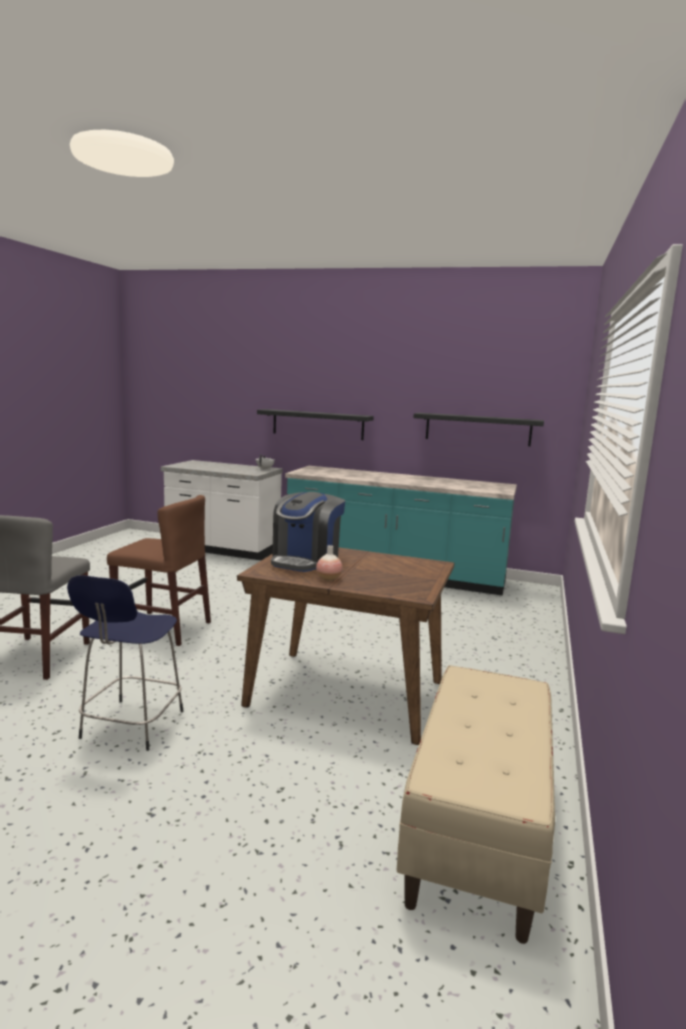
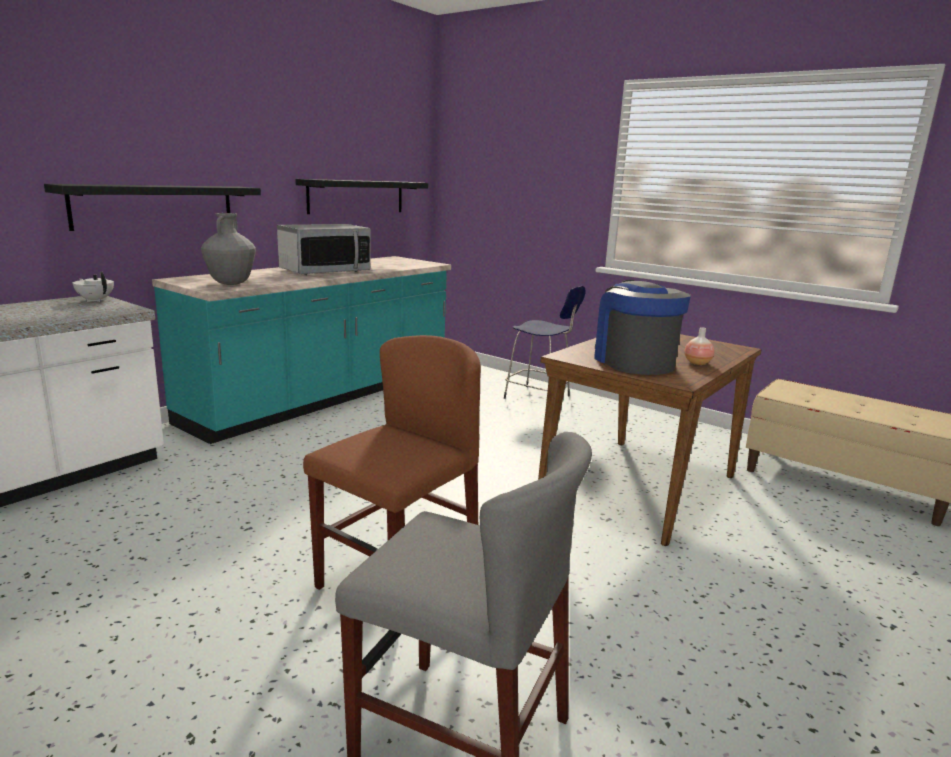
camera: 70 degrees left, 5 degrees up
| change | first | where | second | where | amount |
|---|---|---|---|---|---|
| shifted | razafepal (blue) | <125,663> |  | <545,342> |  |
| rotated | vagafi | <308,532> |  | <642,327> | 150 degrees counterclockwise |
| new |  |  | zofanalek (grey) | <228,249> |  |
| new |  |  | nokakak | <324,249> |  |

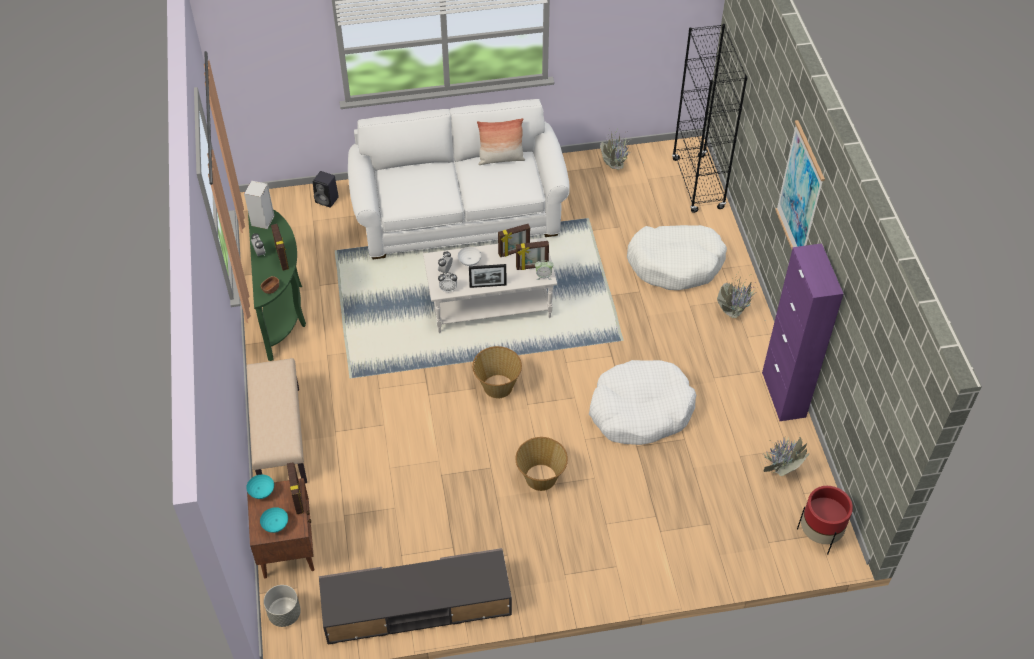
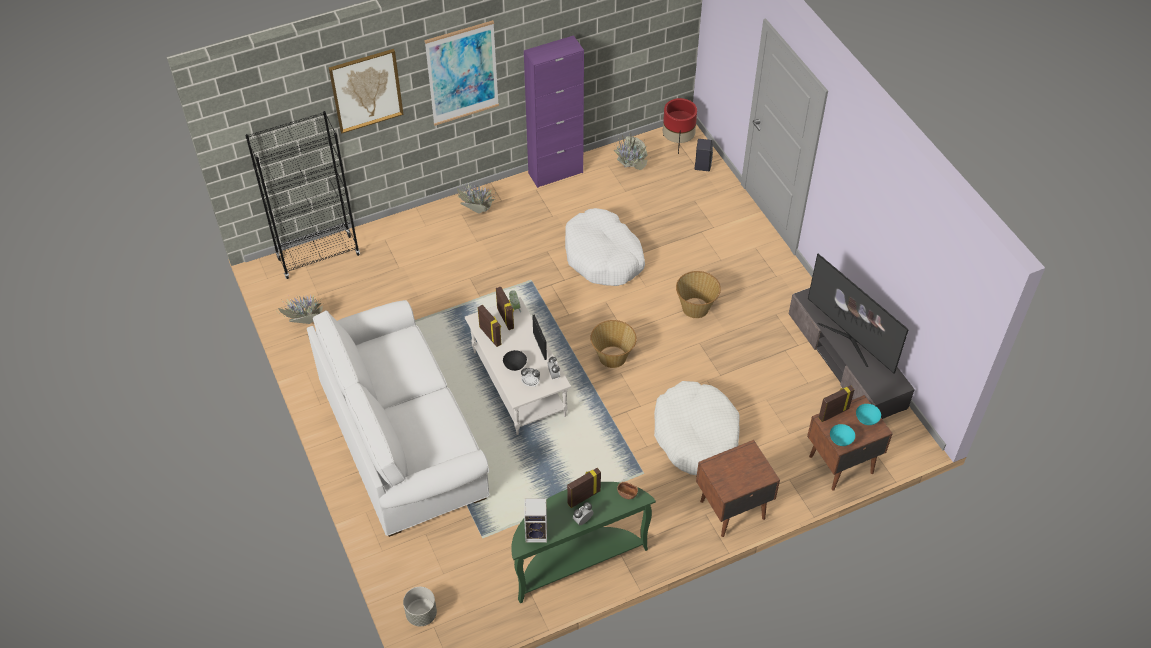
camera: 105 degrees left, 0 degrees up
| change | first | where | second | where | amount |
|---|---|---|---|---|---|
| swapped | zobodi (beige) | <276,420> | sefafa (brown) | <738,488> |  |
| shifted | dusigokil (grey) | <282,606> |  | <420,606> |  |
| shifted | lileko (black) | <326,189> |  | <704,155> |  |
| repainted | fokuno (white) | <470,257> | fokuno (black) | <515,360> |  |
| gone | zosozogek | <501,141> |  |  |  |
| shifted | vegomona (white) | <677,257> |  | <697,428> |  |
| new |  |  | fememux | <366,91> |  |
| new |  |  | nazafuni | <858,314> |  |

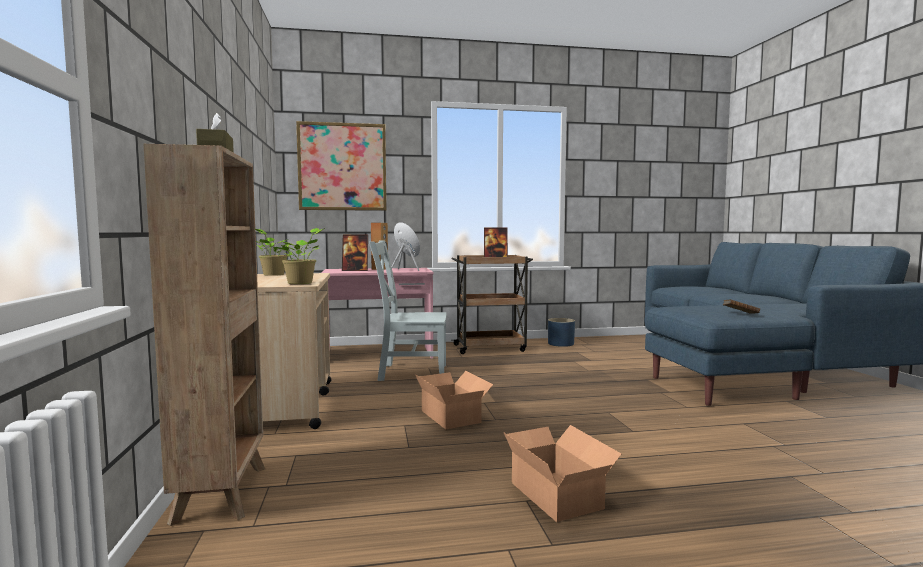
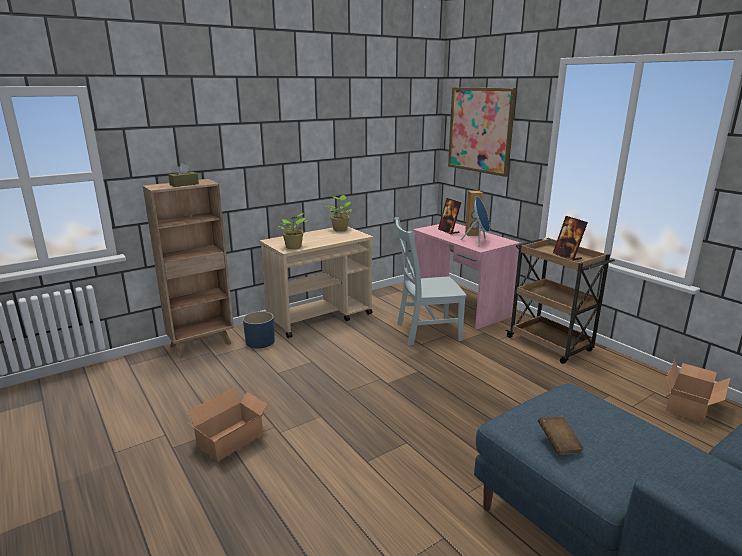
camera: 65 degrees right, 15 degrees up
| change | first | where | second | where | amount |
|---|---|---|---|---|---|
| rotated | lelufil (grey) | <407,310> |  | <430,281> | 75 degrees counterclockwise |
| shifted | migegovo | <454,400> |  | <697,391> |  |
| shifted | dusigokil (blue) | <561,332> |  | <259,329> |  |

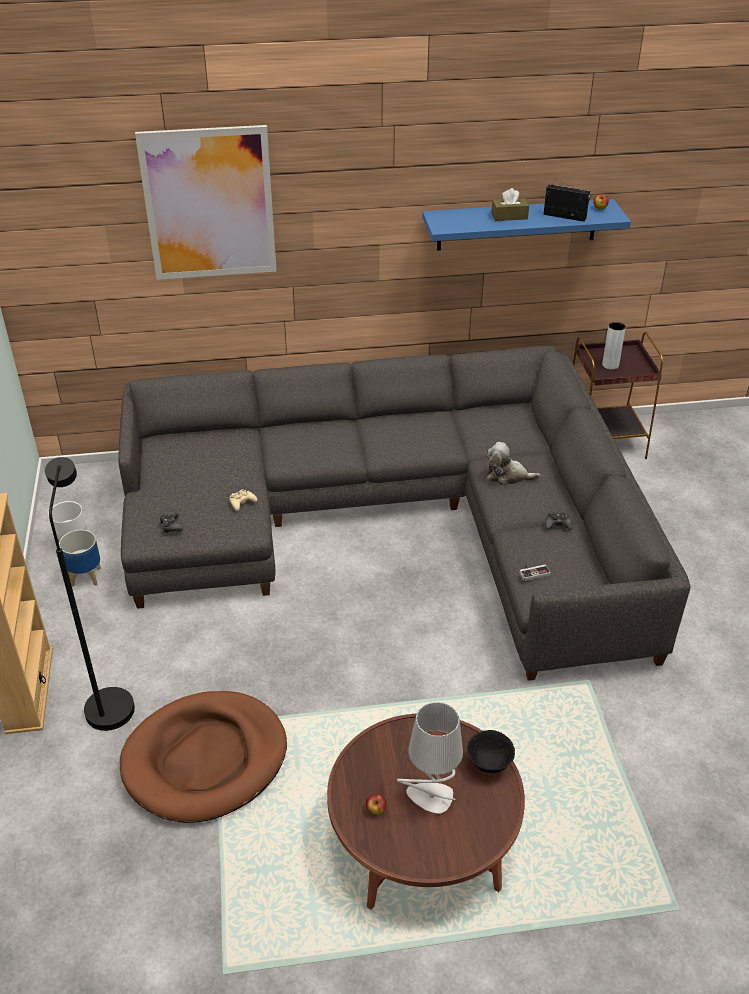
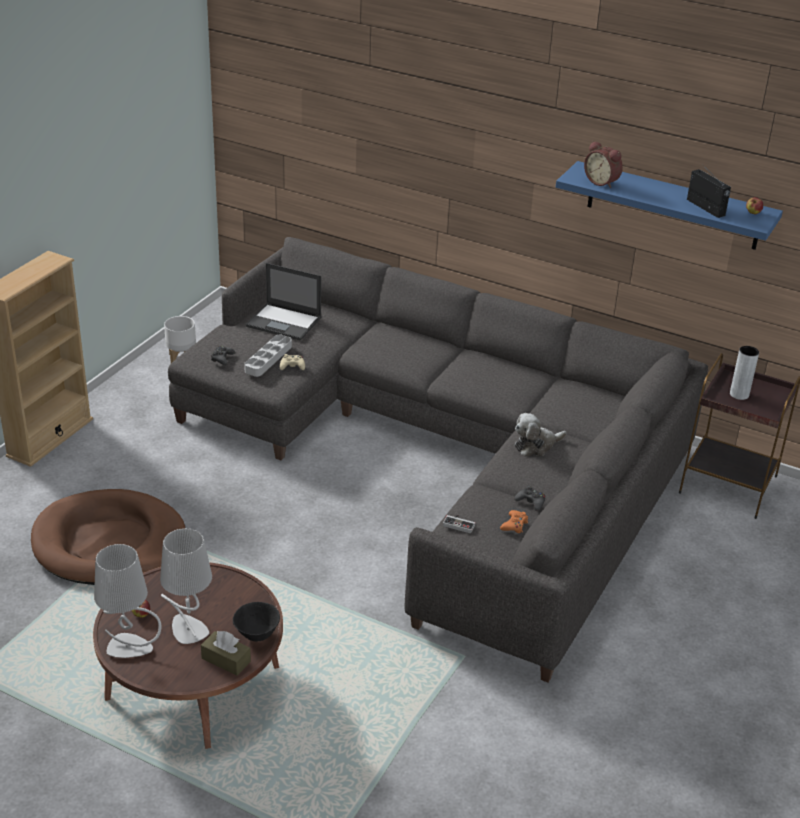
camera: 35 degrees right, 5 degrees down
| change | first | where | second | where | amount |
|---|---|---|---|---|---|
| gone | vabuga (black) | <90,594> |  |  |  |
| gone | dusigokil | <80,558> |  |  |  |
| gone | fememux | <206,202> |  |  |  |
| rotated | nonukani | <513,463> |  | <540,435> | 75 degrees counterclockwise |
| shifted | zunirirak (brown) | <510,204> |  | <226,653> |  |
| new |  |  | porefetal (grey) | <127,601> |  |
| new |  |  | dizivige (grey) | <268,355> |  |
| new |  |  | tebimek | <283,301> |  |
| new |  |  | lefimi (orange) | <514,521> |  |
| new |  |  | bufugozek | <603,164> |  |

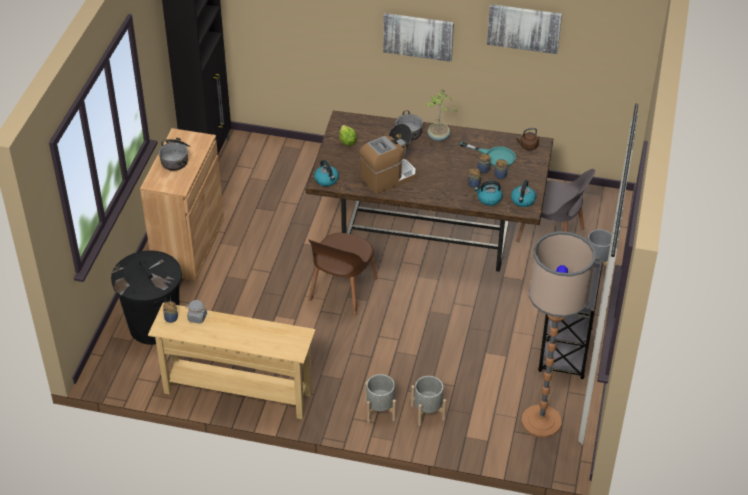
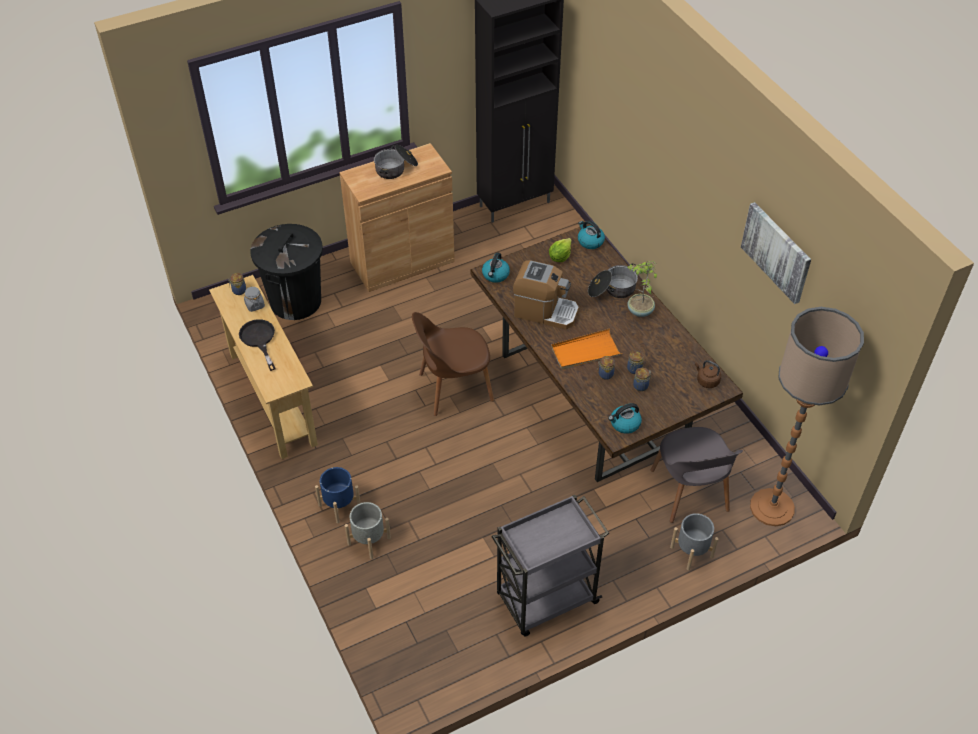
camera: 50 degrees right, 5 degrees up
| change | first | where | second | where | amount |
|---|---|---|---|---|---|
| repainted | dusigokil (grey) | <380,398> | dusigokil (blue) | <338,495> |  |
| gone | fememux | <418,37> |  |  |  |
| gone | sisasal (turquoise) | <488,154> |  |  |  |
| shifted | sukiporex | <488,193> |  | <591,234> |  |
| shifted | vabuga | <559,334> |  | <807,416> |  |
| new |  |  | sisasal (black) | <257,345> |  |
| new |  |  | dizivige (orange) | <586,349> |  |

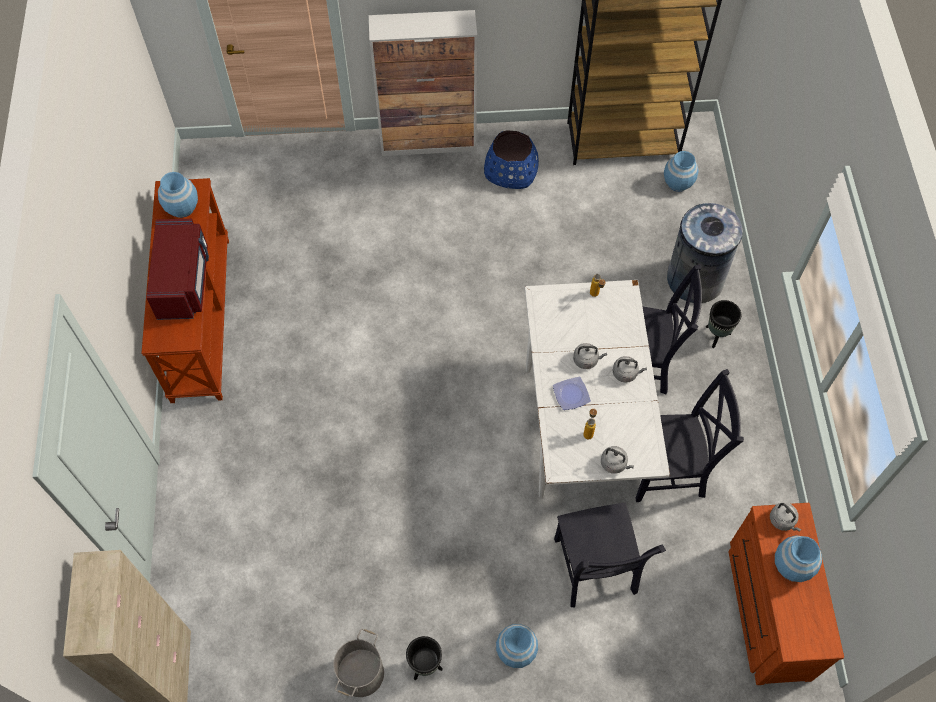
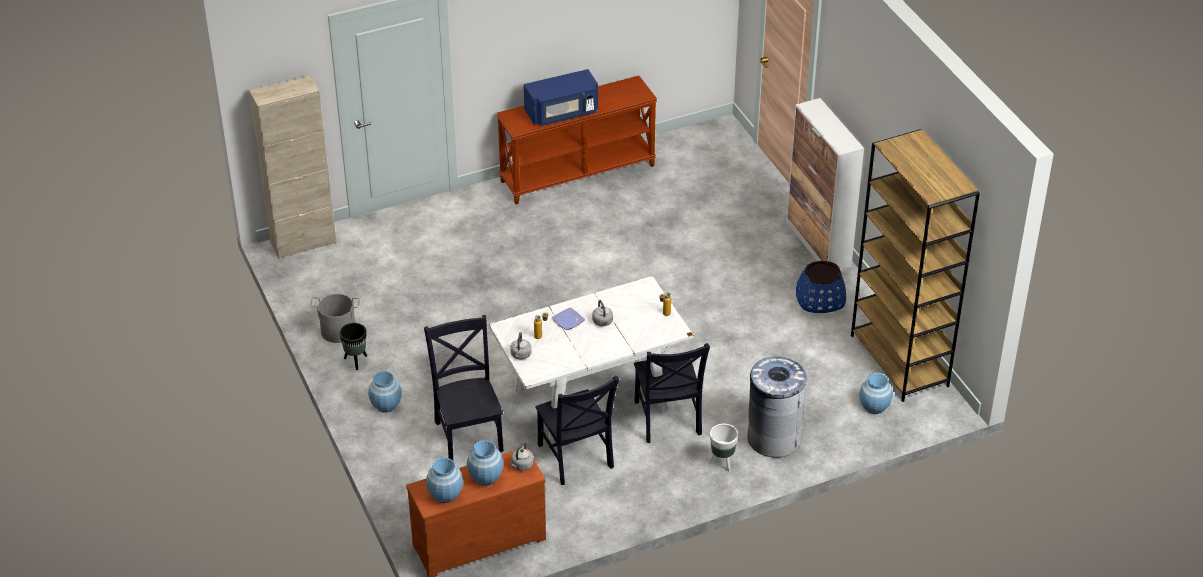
camera: 70 degrees right, 20 degrees down
| change | first | where | second | where | amount |
|---|---|---|---|---|---|
| repainted | nokakak (red) | <177,269> | nokakak (blue) | <561,97> |  |
| shifted | zofanalek (blue) | <178,195> |  | <444,480> |  |
| rotated | lelufil (black) | <610,554> |  | <464,387> | 105 degrees clockwise |
| gone | sukiporex (grey) | <629,369> |  |  |  |
| repainted | dusigokil (black) | <723,324> | dusigokil (white) | <723,448> |  |

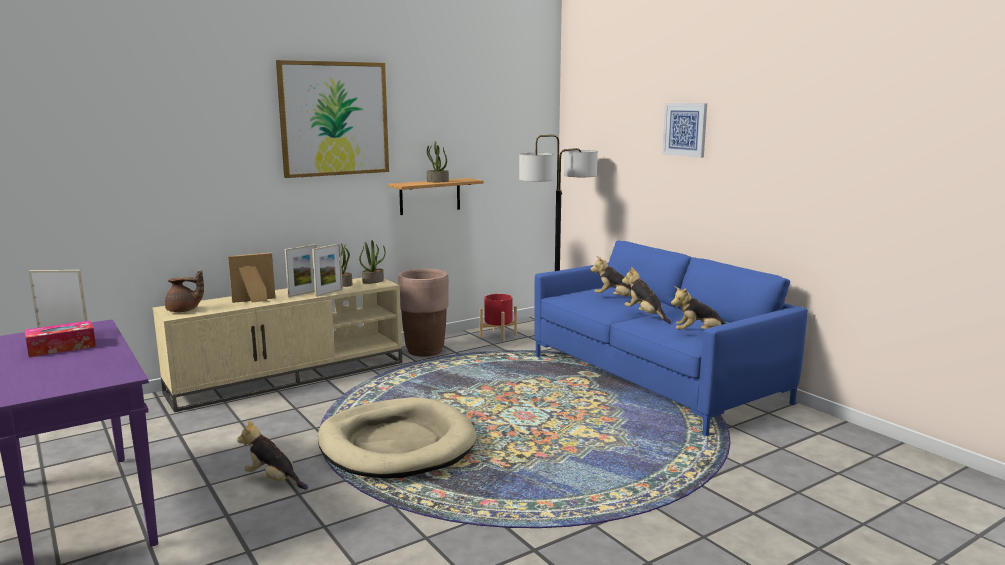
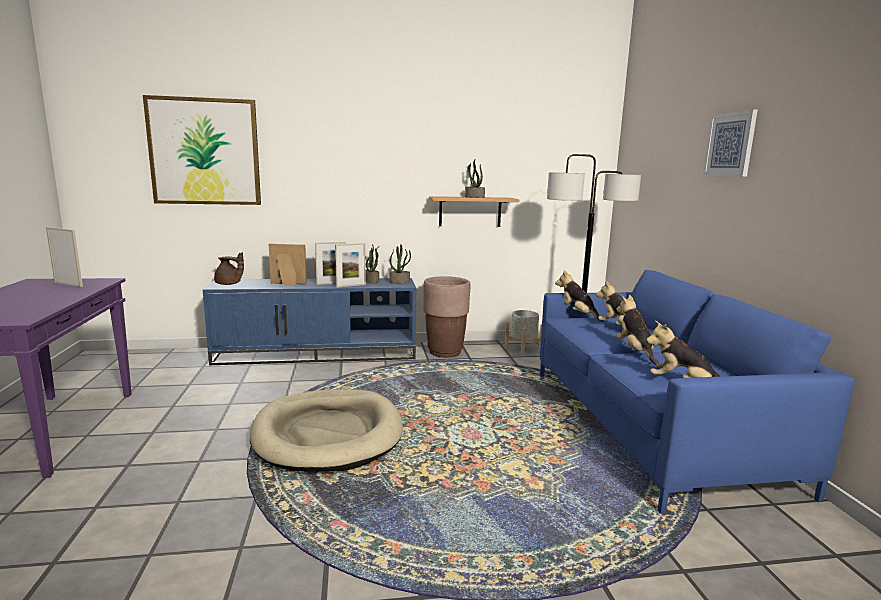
camera: 25 degrees right, 0 degrees up
| change | first | where | second | where | amount |
|---|---|---|---|---|---|
| gone | zunirirak | <60,339> |  |  |  |
| repainted | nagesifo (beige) | <277,345> | nagesifo (blue) | <309,321> |  |
| shifted | nonukani | <272,455> |  | <579,296> |  |
| shifted | fememux | <332,119> |  | <202,150> |  |
| repainted | dusigokil (red) | <498,318> | dusigokil (grey) | <523,333> |  |

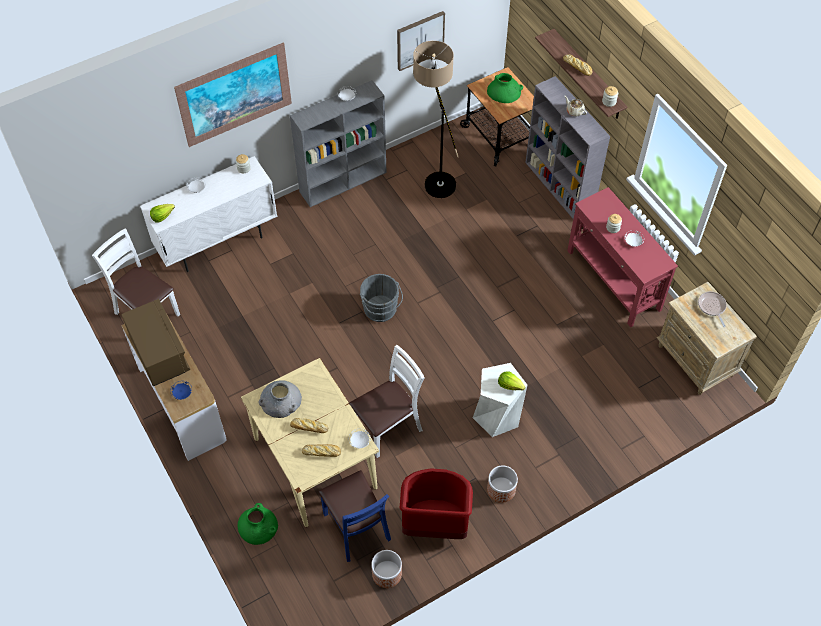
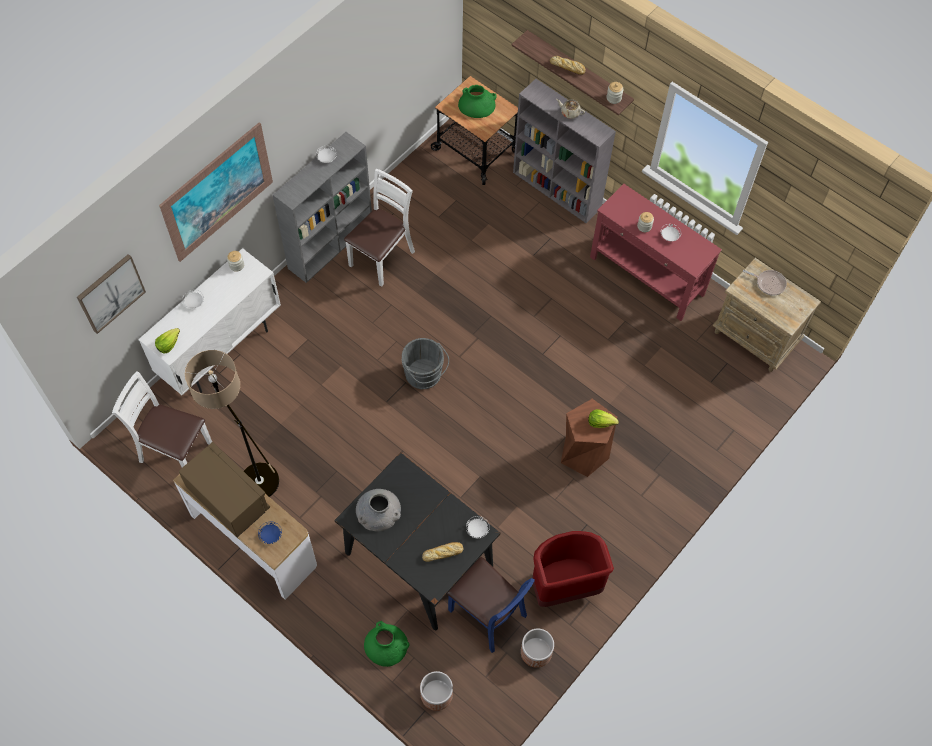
camera: 20 degrees left, 5 degrees up
| change | first | where | second | where | amount |
|---|---|---|---|---|---|
| repainted | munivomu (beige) | <310,442> | munivomu (black) | <417,541> |  |
| gone | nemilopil | <309,425> |  |  |  |
| shifted | lelufil (white) | <386,401> |  | <379,228> |  |
| shifted | fememux | <421,41> |  | <111,294> |  |
| shifted | vabuga | <435,119> |  | <232,423> |  |
| repainted | razafepal (white) | <500,400> | razafepal (brown) | <589,438> |  |
| shifted | dusigokil | <502,484> |  | <436,691> |  |
| rotated | sisasal | <712,309> |  | <765,283> | 150 degrees clockwise |

